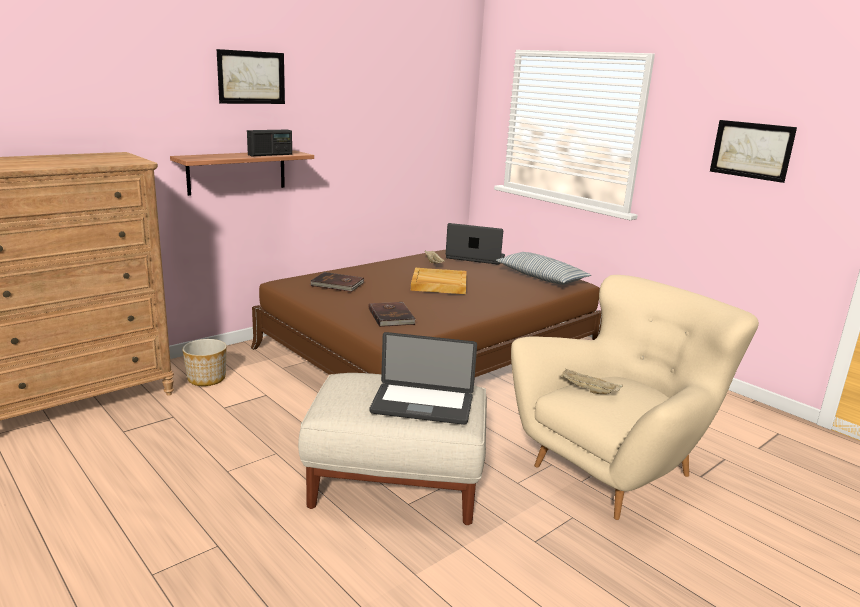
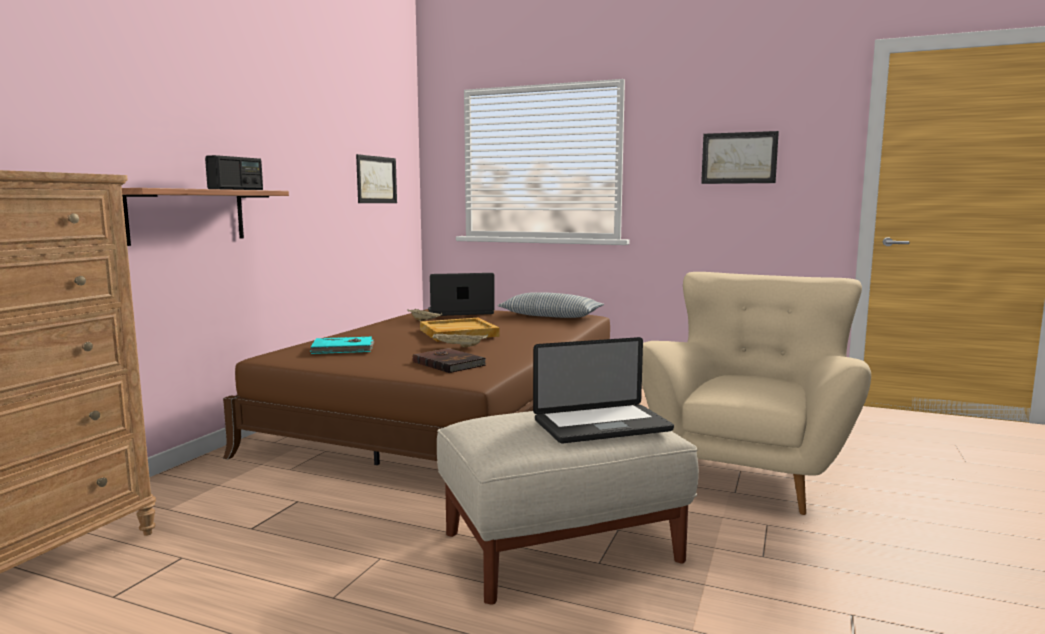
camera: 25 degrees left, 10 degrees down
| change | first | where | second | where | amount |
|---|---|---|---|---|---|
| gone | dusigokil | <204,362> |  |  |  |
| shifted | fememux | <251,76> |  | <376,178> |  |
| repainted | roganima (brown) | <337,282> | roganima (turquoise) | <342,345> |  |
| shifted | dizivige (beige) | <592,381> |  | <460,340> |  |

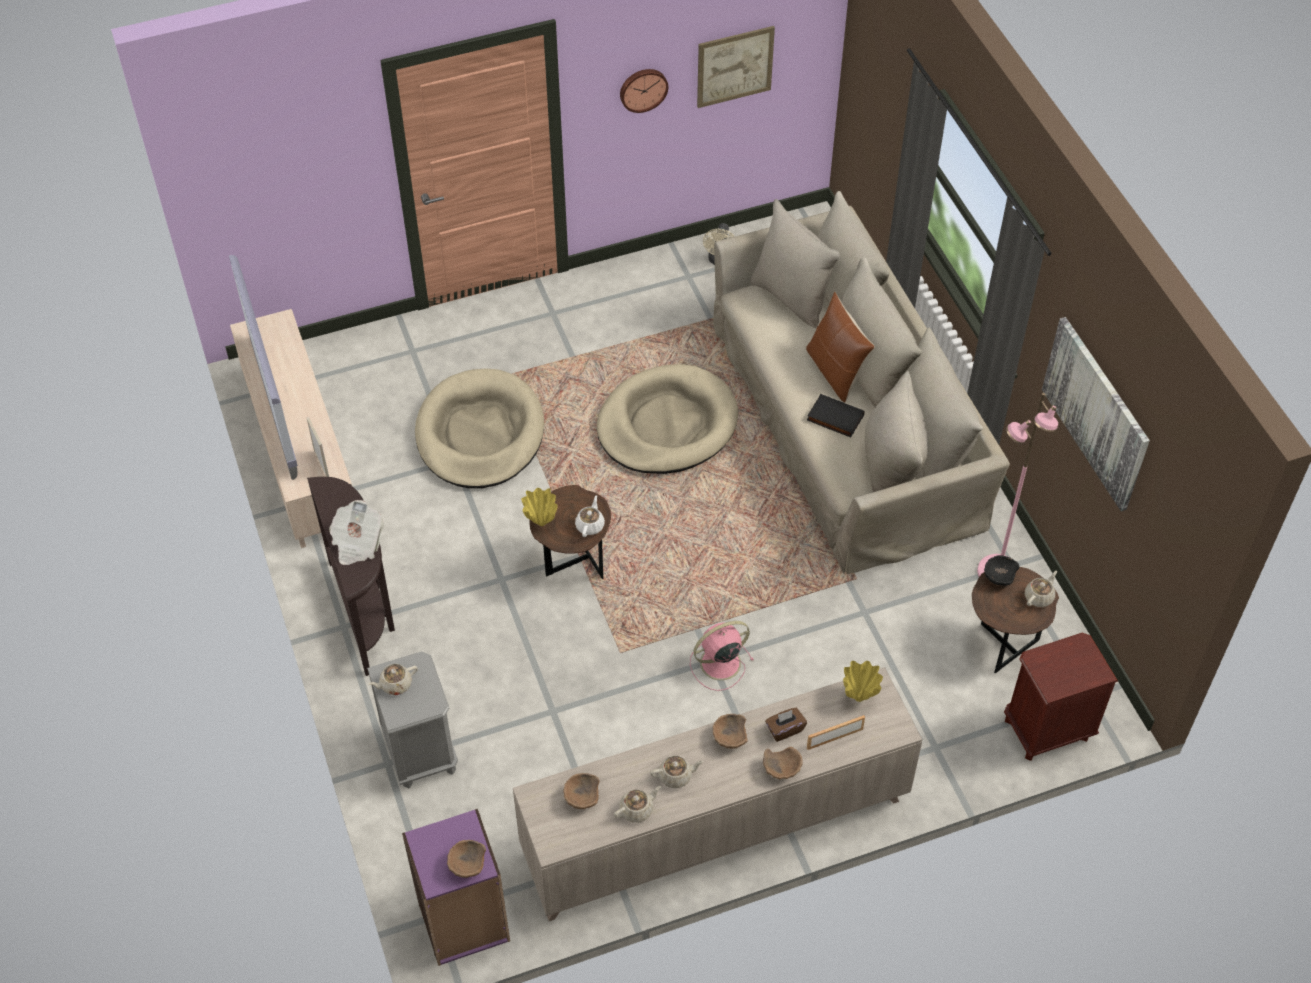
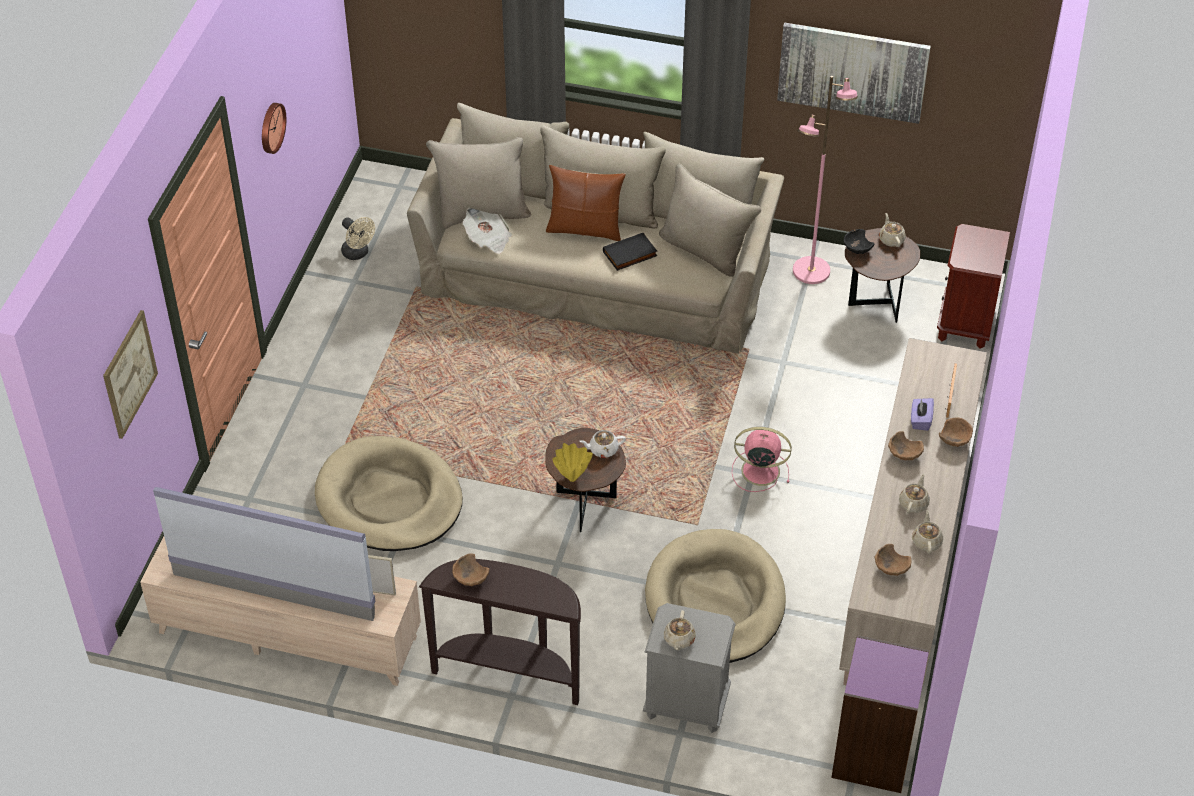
camera: 55 degrees left, 5 degrees down
| change | first | where | second | where | amount |
|---|---|---|---|---|---|
| shifted | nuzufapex | <356,532> |  | <487,230> |  |
| shifted | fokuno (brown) | <466,859> |  | <470,569> |  |
| rotated | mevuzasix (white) | <590,516> |  | <602,444> | 60 degrees counterclockwise |
| shifted | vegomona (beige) | <667,419> |  | <715,596> |  |
| rotated | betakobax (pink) | <722,656> |  | <762,459> | 90 degrees clockwise |
| shifted | fememux | <736,67> |  | <130,374> |  |
| repainted | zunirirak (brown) | <786,725> | zunirirak (purple) | <922,414> |  |
| gone | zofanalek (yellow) | <863,681> |  |  |  |

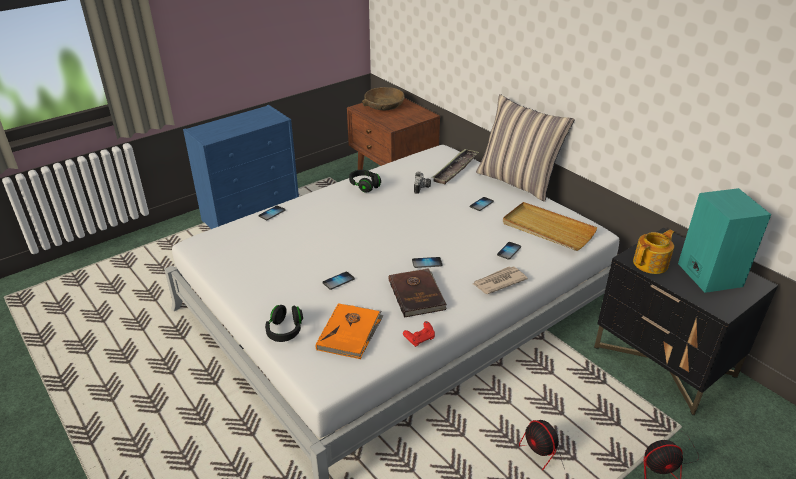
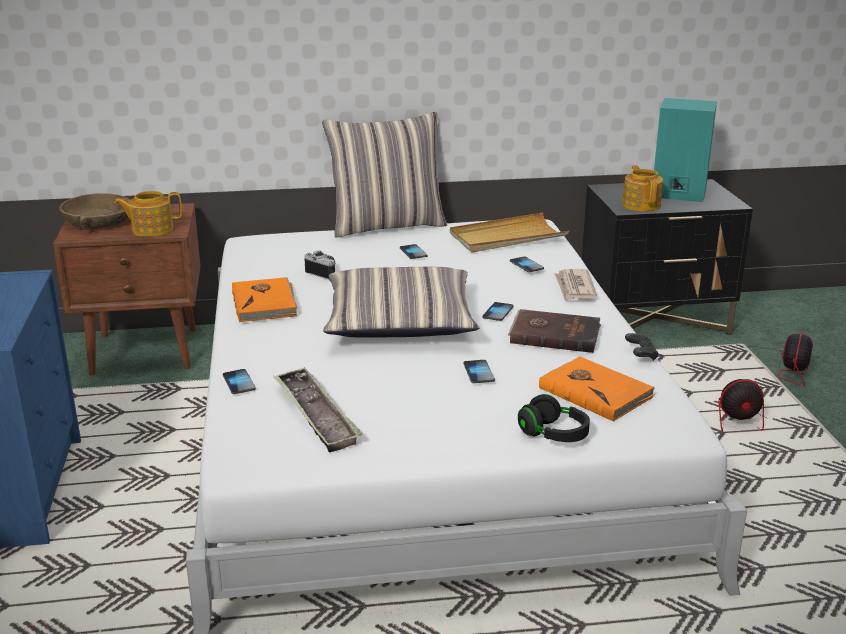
camera: 60 degrees left, 10 degrees down
| change | first | where | second | where | amount |
|---|---|---|---|---|---|
| swapped | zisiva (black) | <365,181> | roganima (orange) | <265,299> |  |
| repainted | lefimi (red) | <419,334> | lefimi (black) | <642,347> |  |
| shifted | dizivige | <455,166> |  | <317,410> |  |
| new |  |  | mevuzasix | <148,214> |  |
| new |  |  | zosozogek | <401,302> |  |

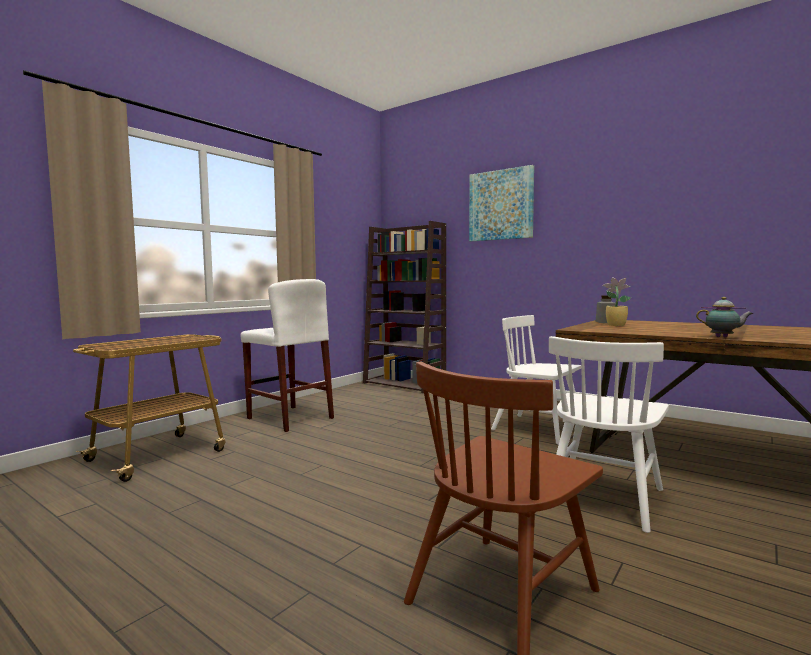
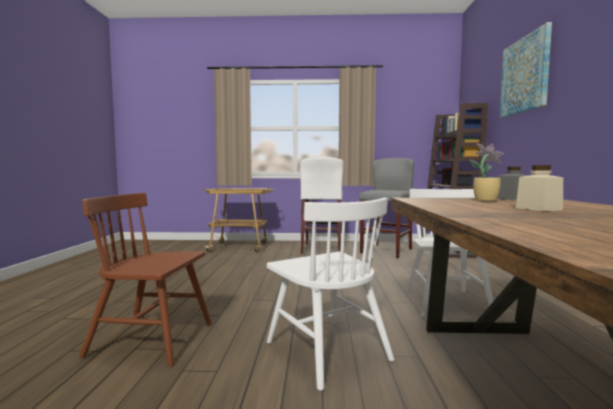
camera: 55 degrees right, 0 degrees up
| change | first | where | second | where | amount |
|---|---|---|---|---|---|
| rotated | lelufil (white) | <609,434> |  | <331,294> | 120 degrees counterclockwise |
| gone | mevuzasix | <724,317> |  |  |  |
| new |  |  | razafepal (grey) | <386,208> |  |
| new |  |  | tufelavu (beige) | <539,188> |  |

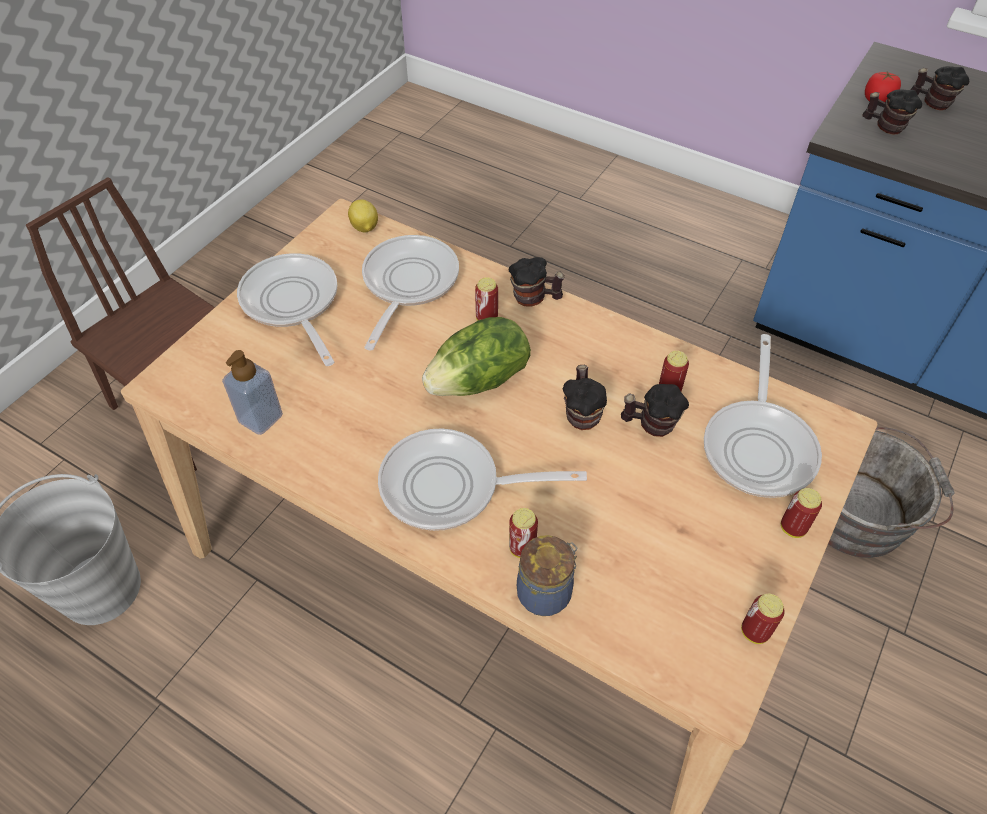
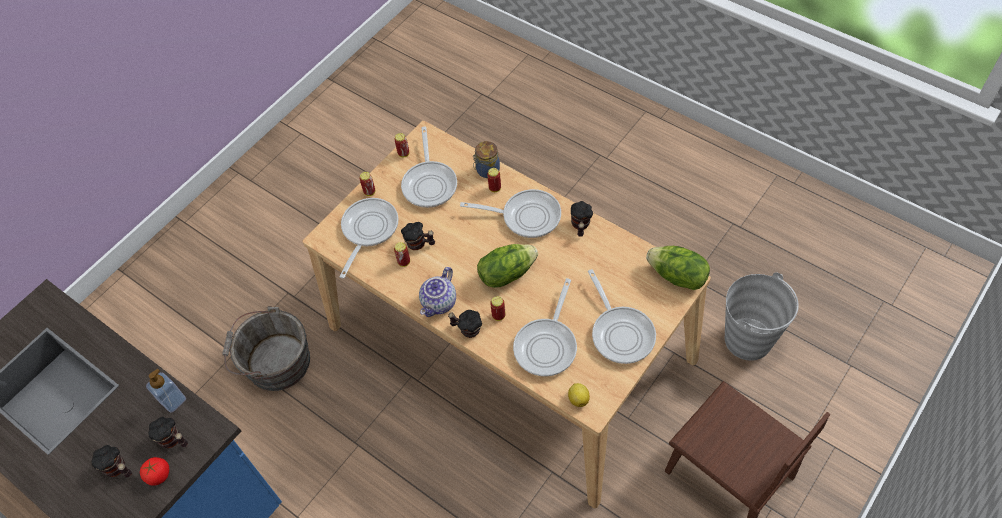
camera: 170 degrees left, 5 degrees up
| change | first | where | second | where | amount |
|---|---|---|---|---|---|
| shifted | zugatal | <252,392> |  | <166,391> |  |
| shifted | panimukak | <585,397> |  | <582,219> |  |
| new |  |  | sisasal | <429,167> |  |
| new |  |  | mevuzasix | <437,292> |  |
| new |  |  | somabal | <678,268> |  |

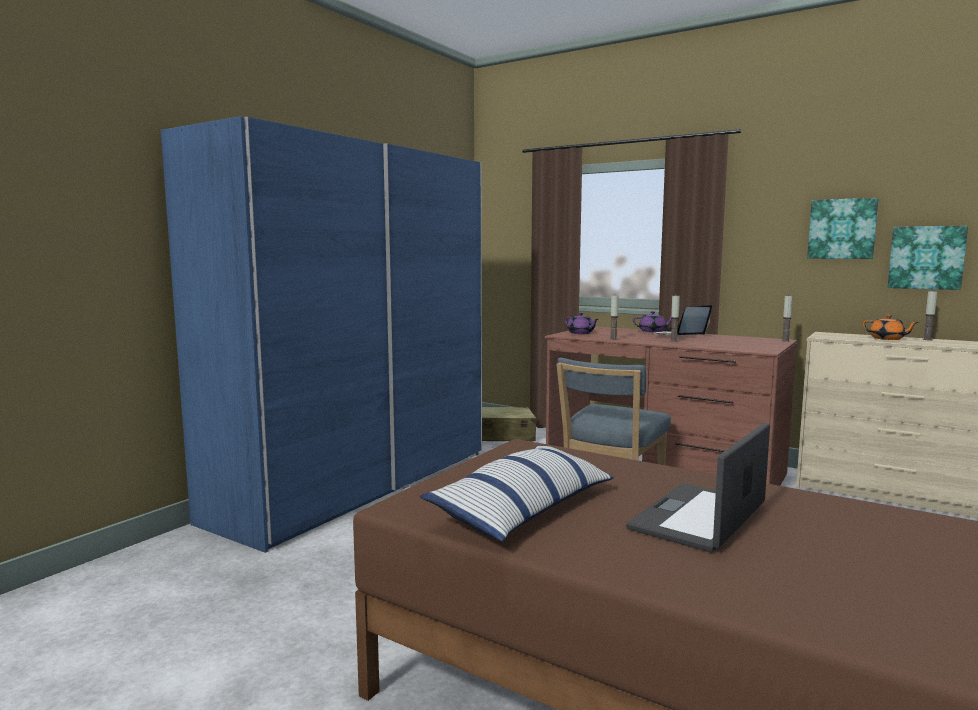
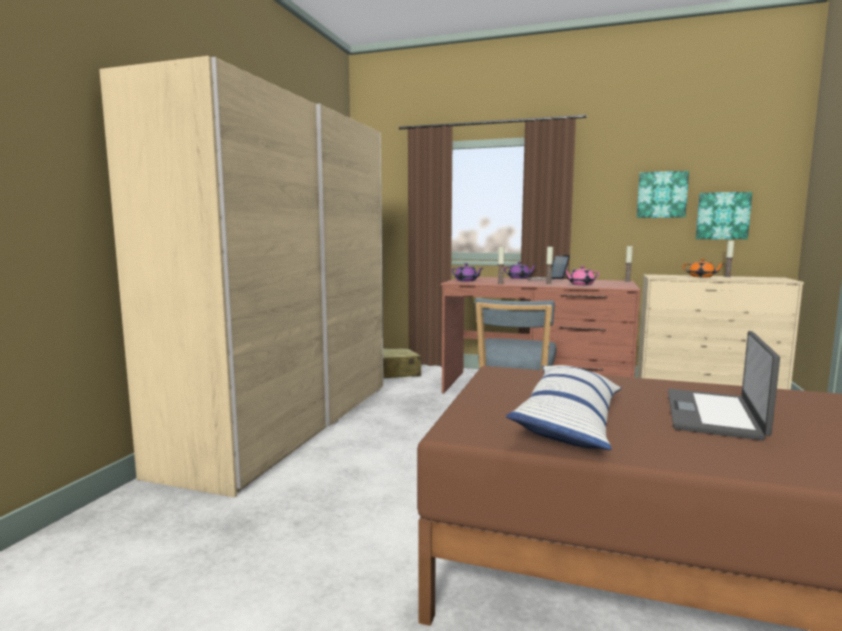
camera: 15 degrees left, 0 degrees up
| change | first | where | second | where | amount |
|---|---|---|---|---|---|
| repainted | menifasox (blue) | <321,334> | menifasox (beige) | <241,276> |  |
| new |  |  | mevuzasix (pink) | <581,275> |  |

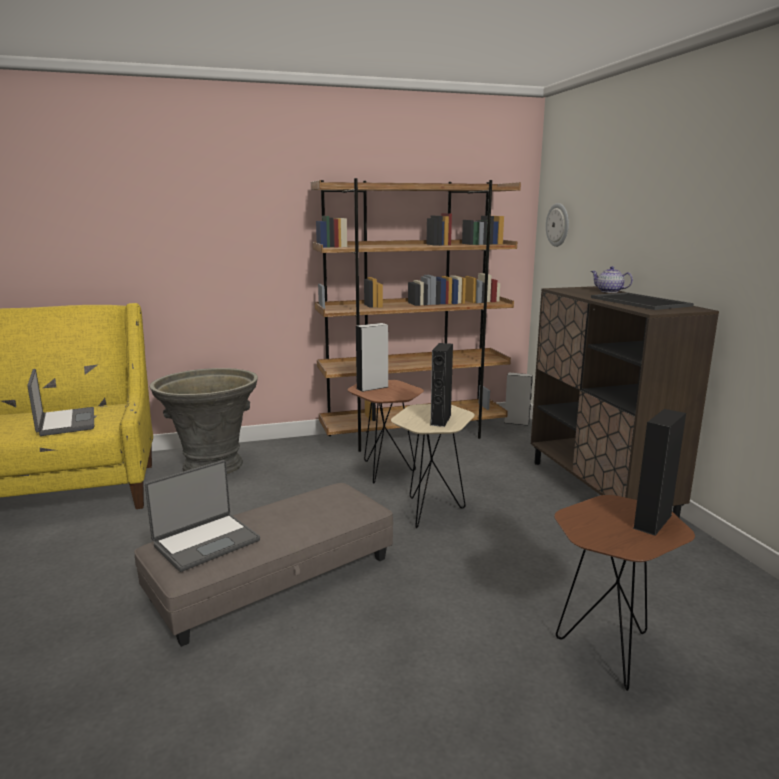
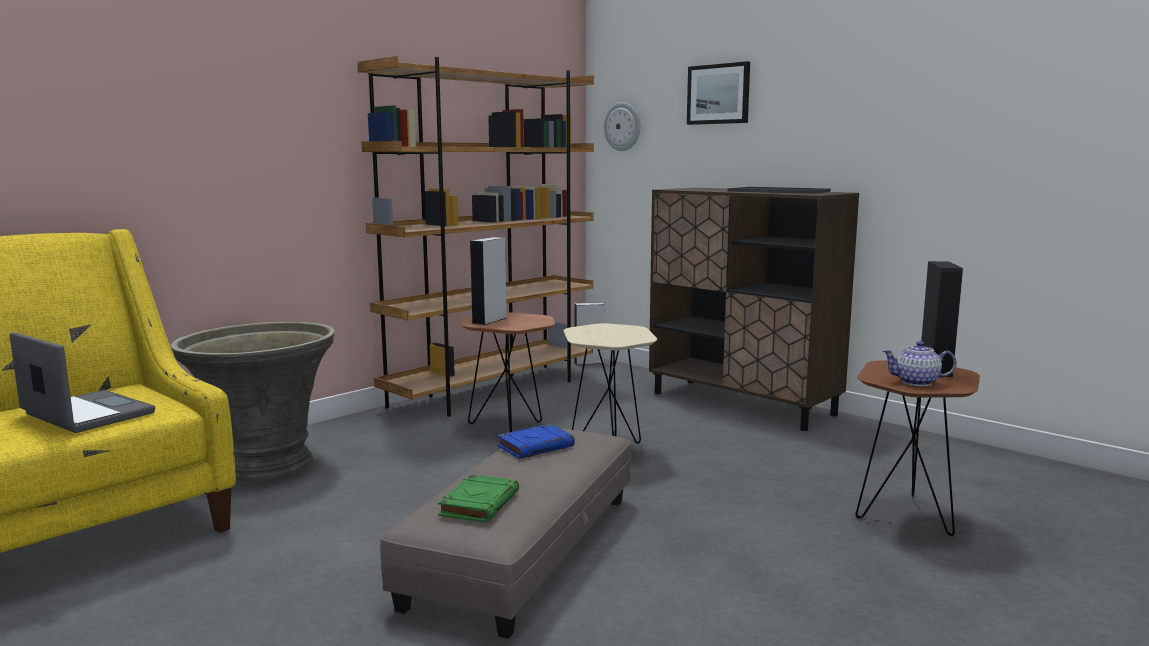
camera: 30 degrees left, 5 degrees down
| change | first | where | second | where | amount |
|---|---|---|---|---|---|
| swapped | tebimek | <202,516> | roganima (green) | <478,498> |  |
| gone | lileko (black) | <441,385> |  |  |  |
| shifted | mevuzasix | <612,279> |  | <919,363> |  |
| new |  |  | roganima (blue) | <536,441> |  |
| new |  |  | fememux | <718,93> |  |

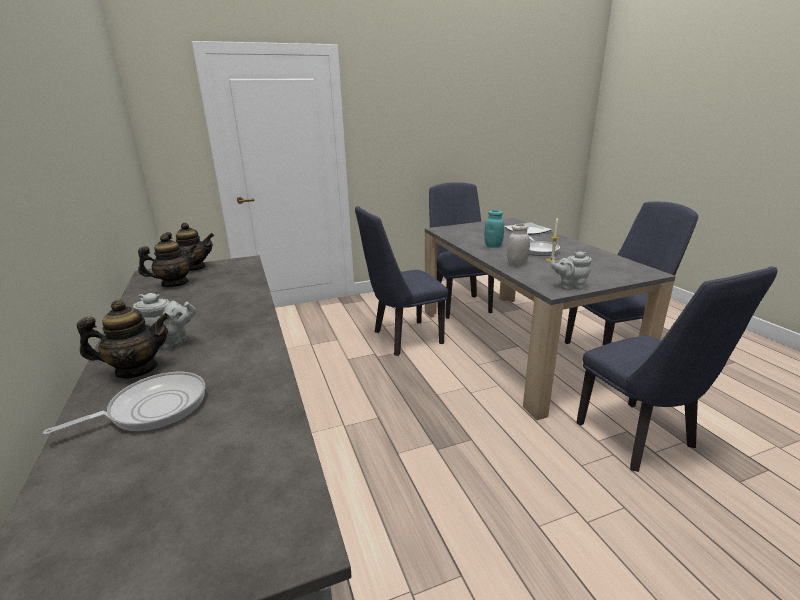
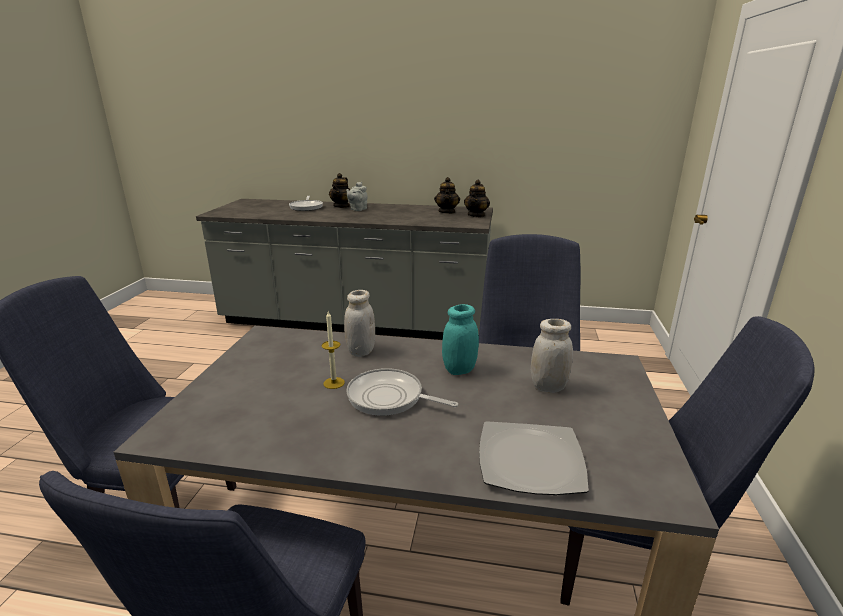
camera: 120 degrees right, 0 degrees up
| change | first | where | second | where | amount |
|---|---|---|---|---|---|
| gone | mevuzasix (grey) | <571,270> |  |  |  |
| new |  |  | tufelavu (white) | <552,356> |  |

